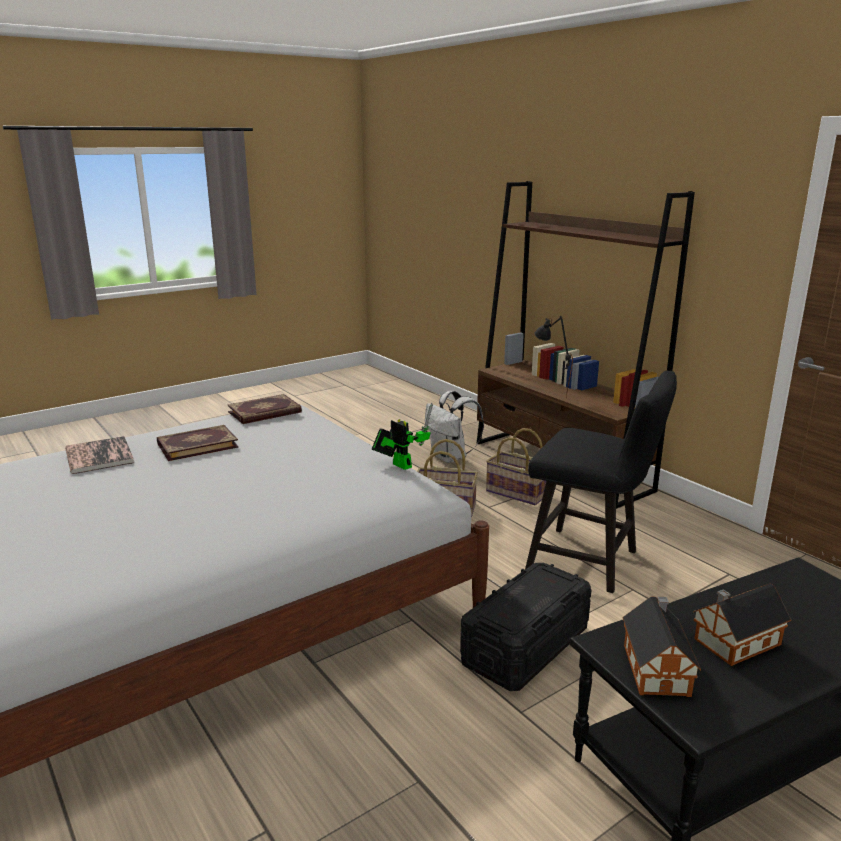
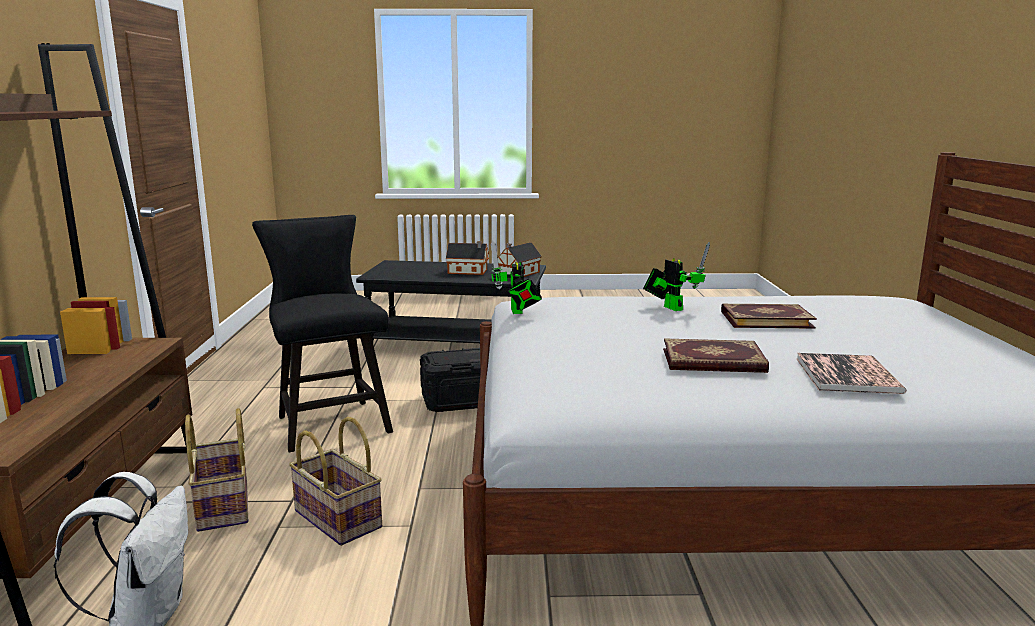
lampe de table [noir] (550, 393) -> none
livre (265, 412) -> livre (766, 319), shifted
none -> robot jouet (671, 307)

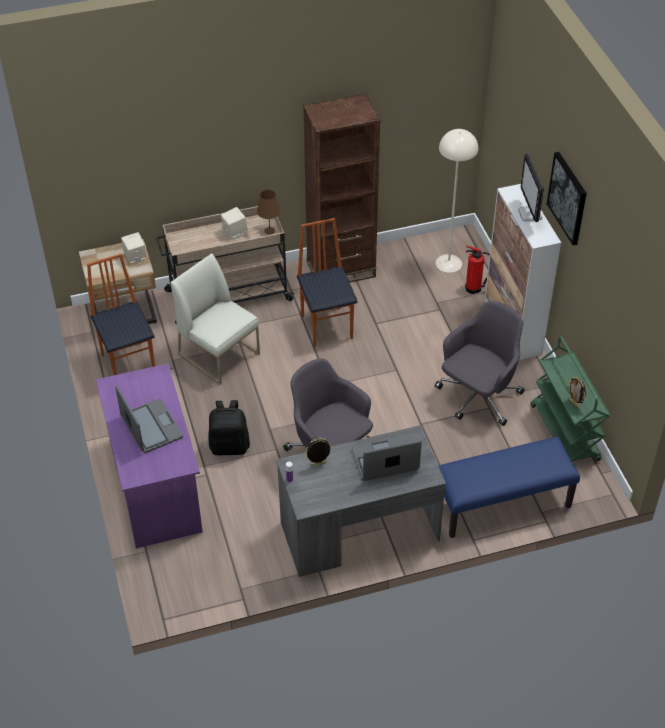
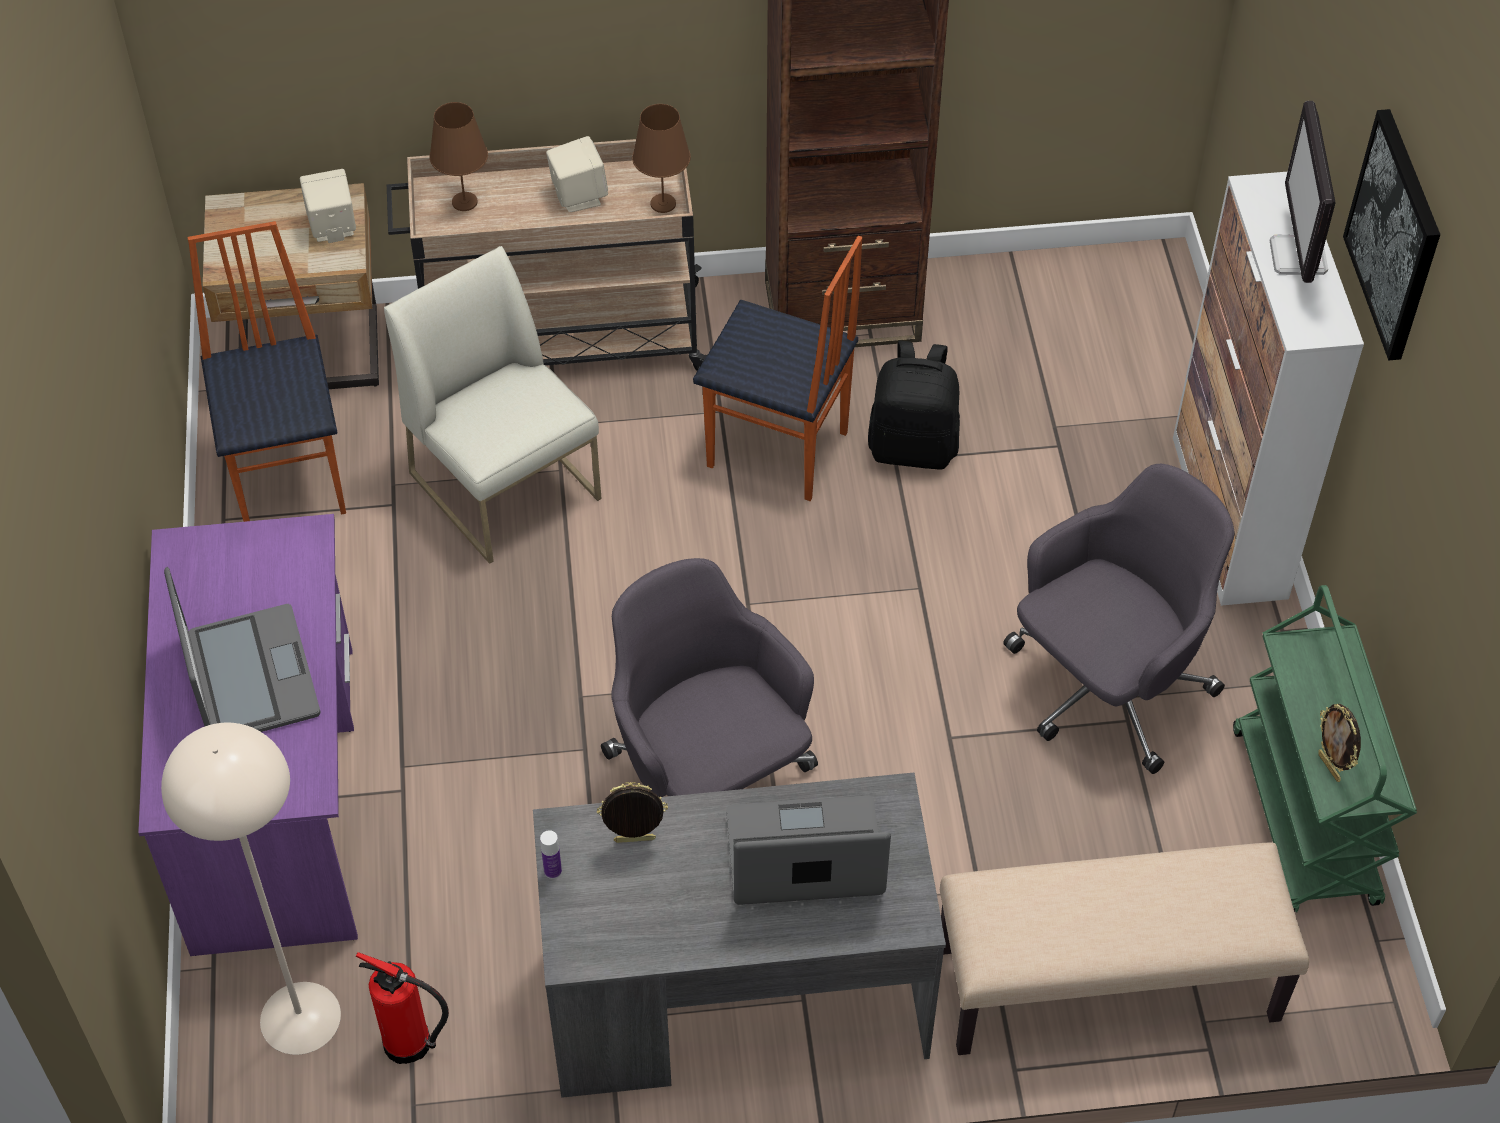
lampadaire [beige] (449, 263) -> lampadaire [beige] (301, 1017), shifted
chaise (327, 326) -> chaise (778, 451), 120 degrees clockwise
extincteur (475, 289) -> extincteur (411, 1045), shifted
sac à dos [noir] (230, 446) -> sac à dos [noir] (913, 447), shifted
banc [bleu] (502, 505) -> banc [beige] (1106, 985)
none -> lampe de table [marron] (464, 201)

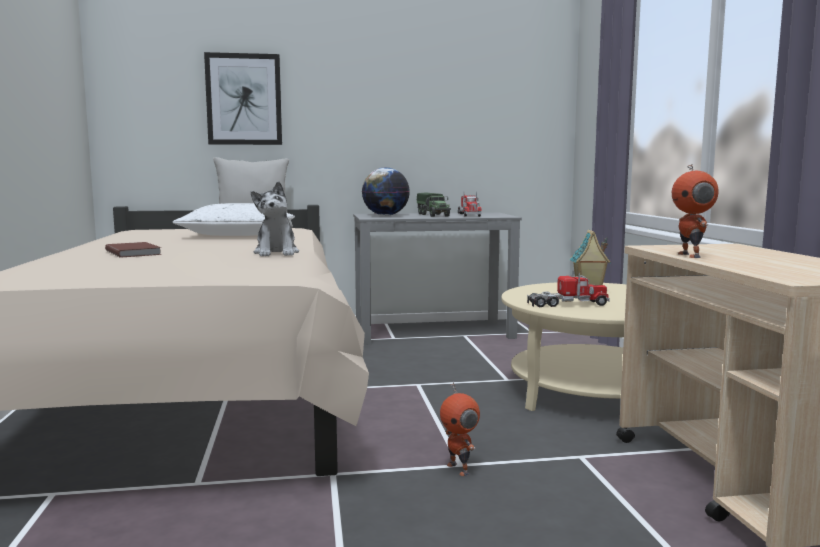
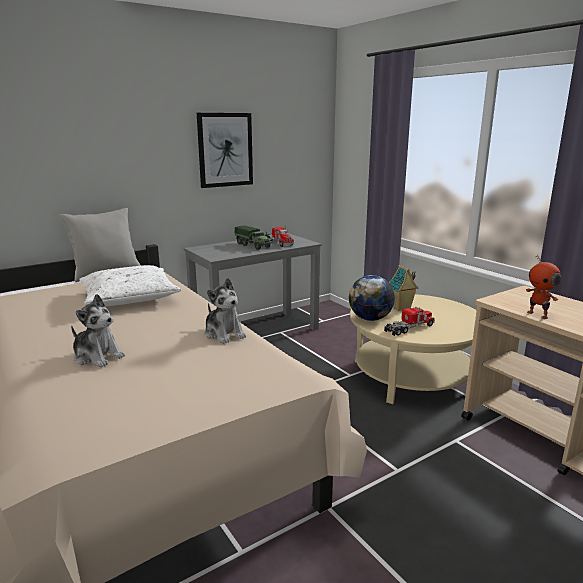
tableau (244, 99) -> tableau (225, 150), shifted
globe (385, 215) -> globe (370, 319), shifted
livre [marron] (134, 252) -> peluche (97, 356)
robot jouet (459, 469) -> none

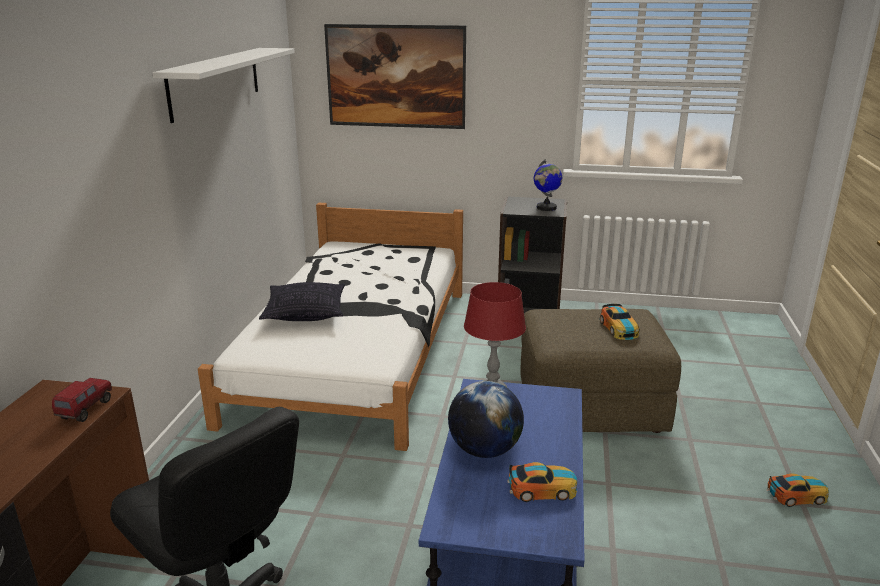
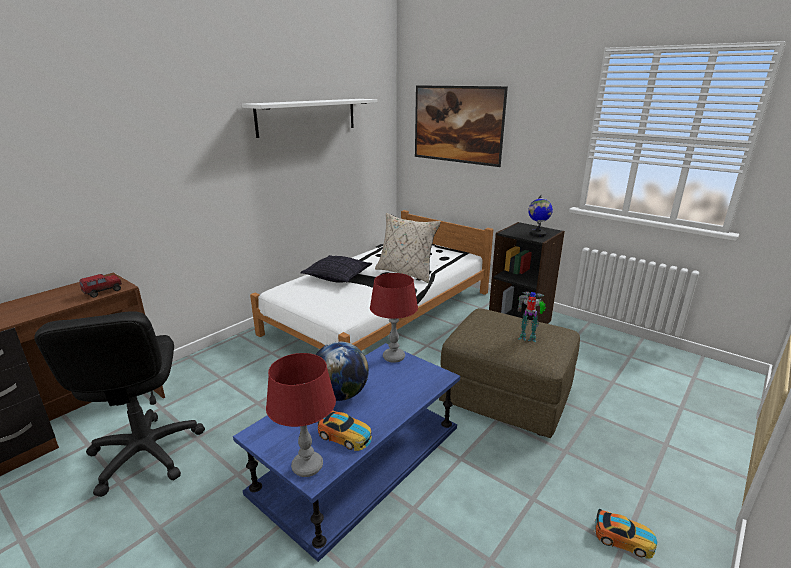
petite voiture (619, 328) -> robot jouet (528, 338)
none -> coussin [beige] (406, 273)
none -> lampe de table [rouge] (307, 466)

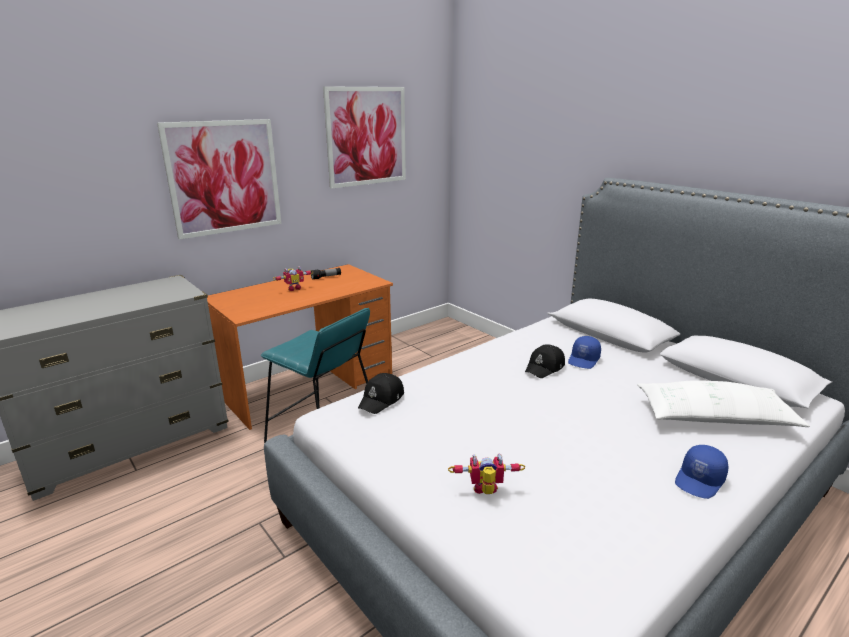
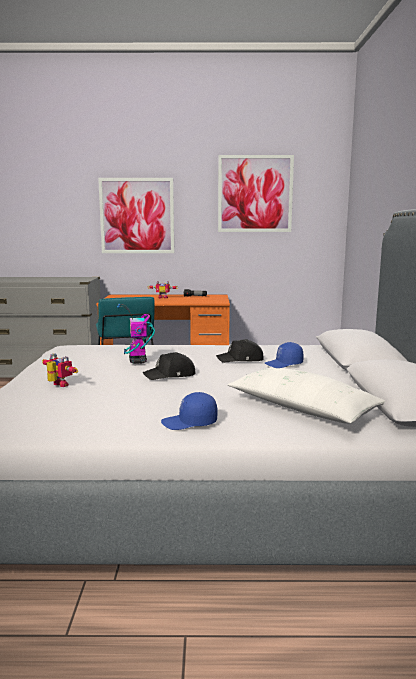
casquette [noir] (382, 399) -> casquette [noir] (170, 375), shifted
none -> robot jouet (138, 361)

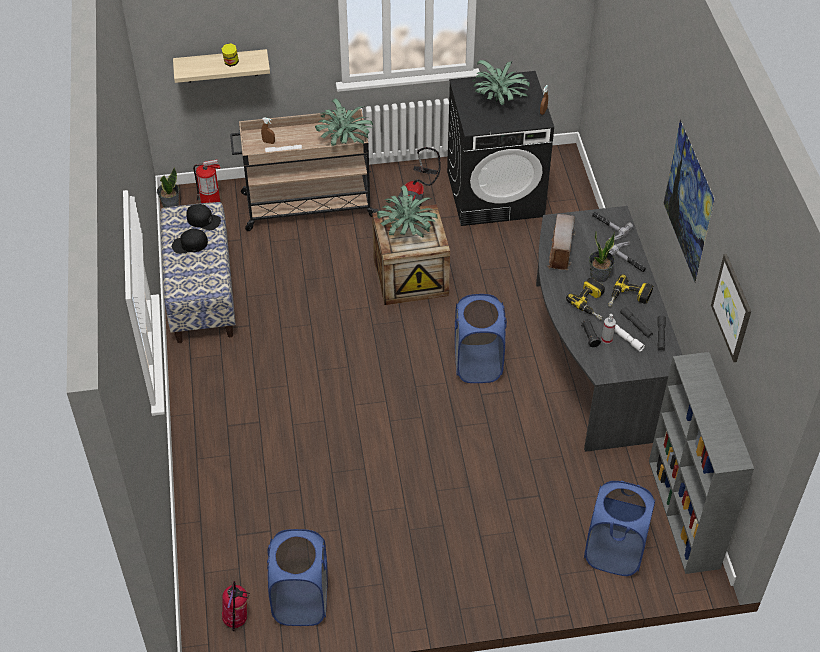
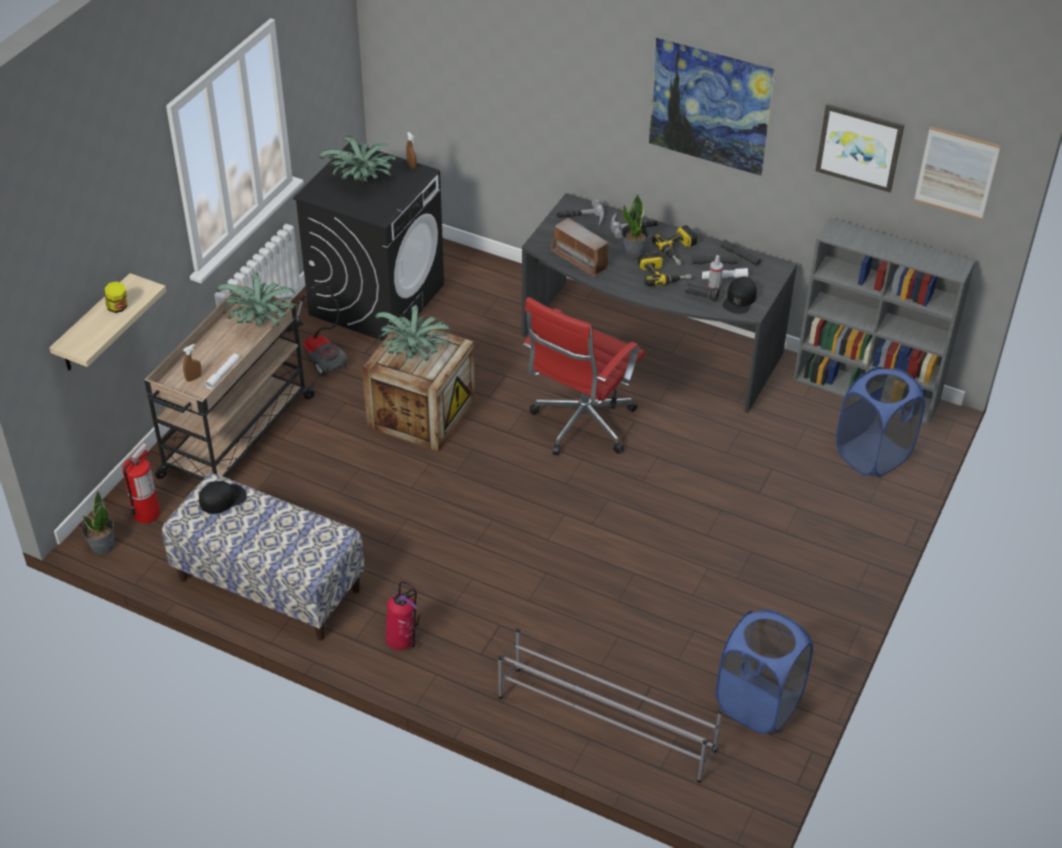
casquette [noir] (189, 244) -> casquette [noir] (740, 299), shifted
panier à linge [bleu] (477, 364) -> chaise de bureau [rouge] (580, 426)
extincteur (237, 621) -> extincteur (403, 642), shifted
none -> tableau (956, 173)
none -> étagère à chaussures [gris] (605, 722)

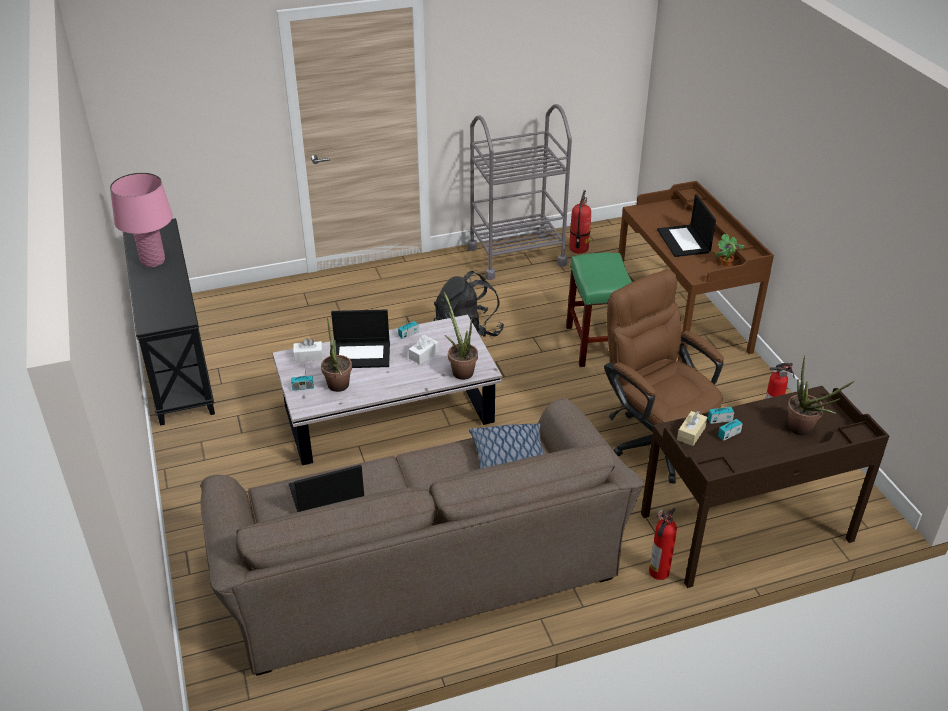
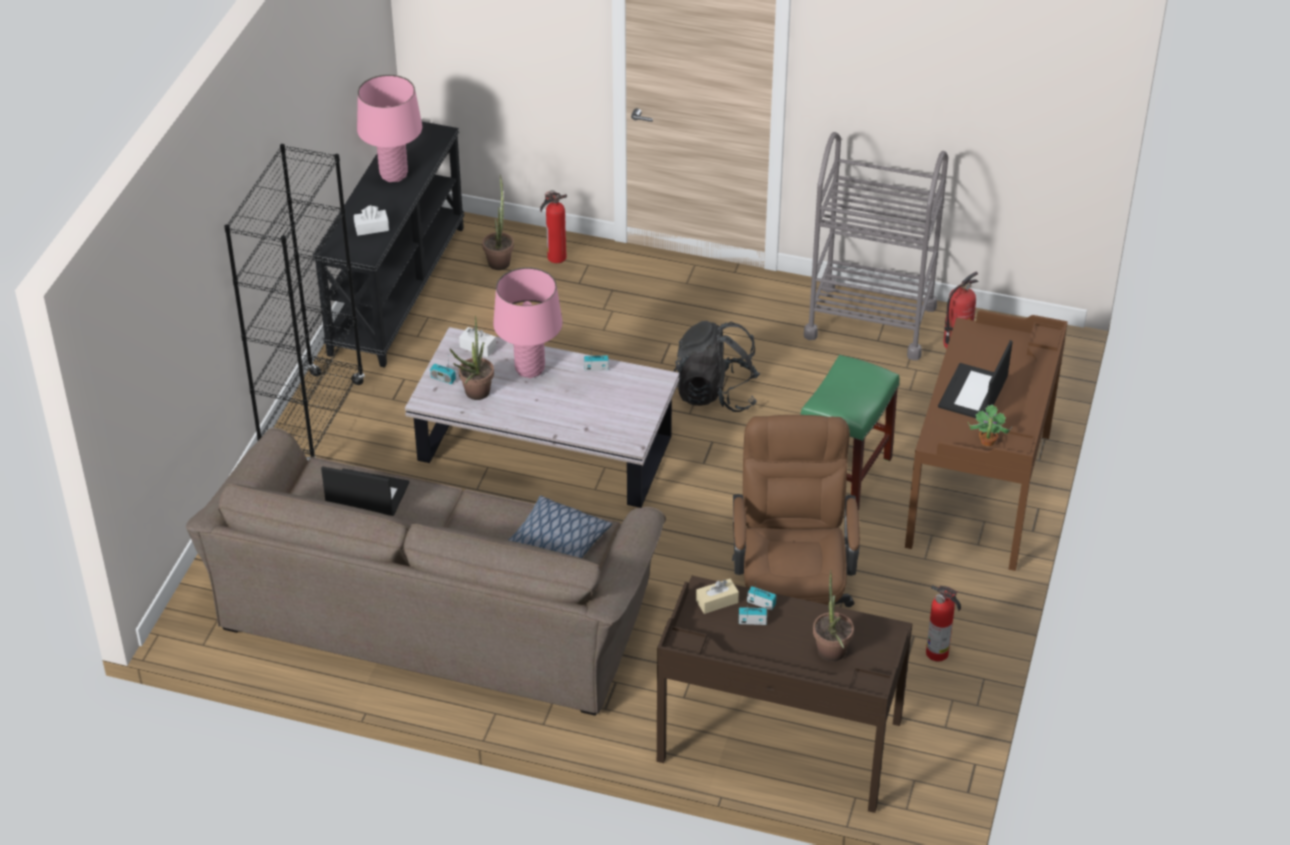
plante en pot (460, 370) -> plante en pot (499, 260), shifted
ordinateur portable (362, 354) -> lampe de table [rose] (530, 369)
boîte à mouchoirs [blanc] (423, 355) -> boîte à mouchoirs [blanc] (371, 228), shifted
extincteur (658, 573) -> extincteur (555, 257), shifted
none -> bibliothèque [noir] (312, 420)

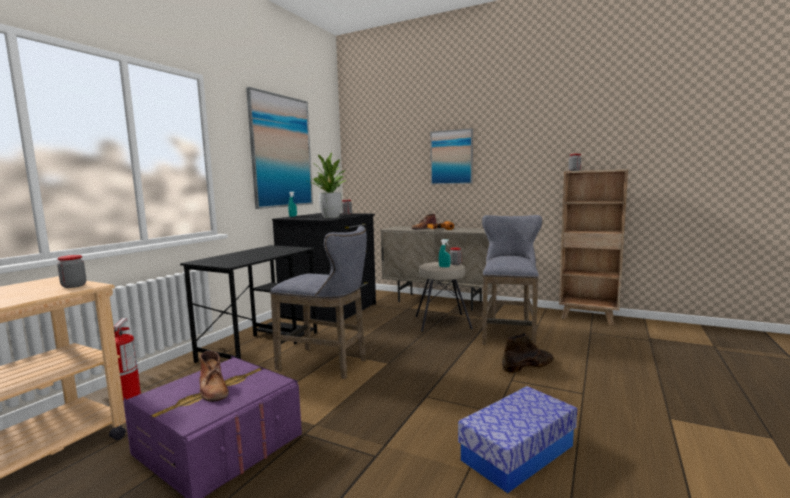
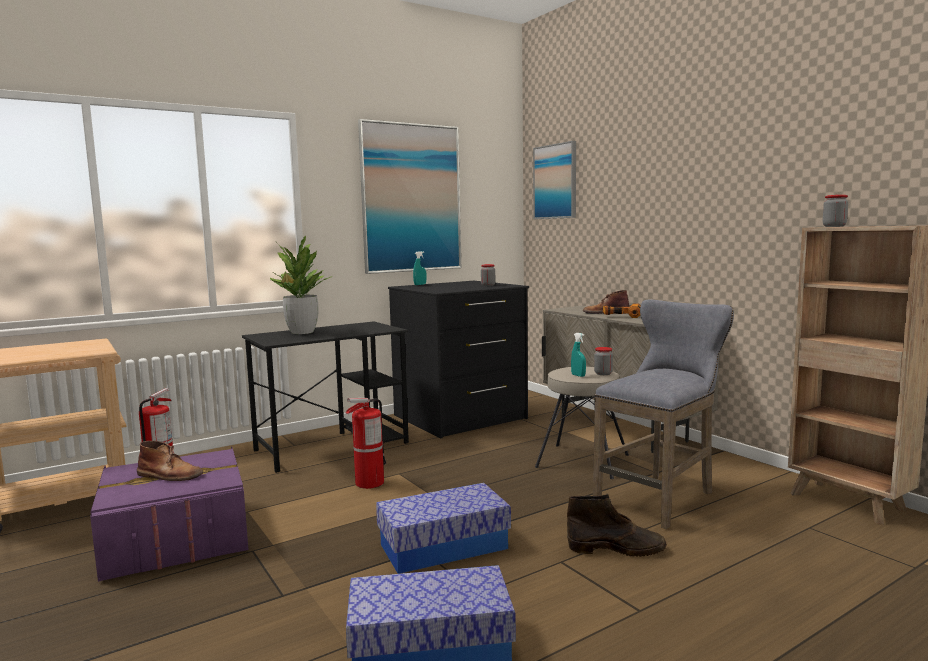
tableau (451, 157) -> tableau (555, 181), shifted
plante en pot (331, 217) -> plante en pot (302, 332), shifted
tabouret [gris] (327, 364) -> extincteur (369, 483)
bocal (74, 286) -> none
botte [marron] (213, 389) -> botte [marron] (170, 475), 75 degrees counterclockwise
none -> boîte de rangement (443, 547)

